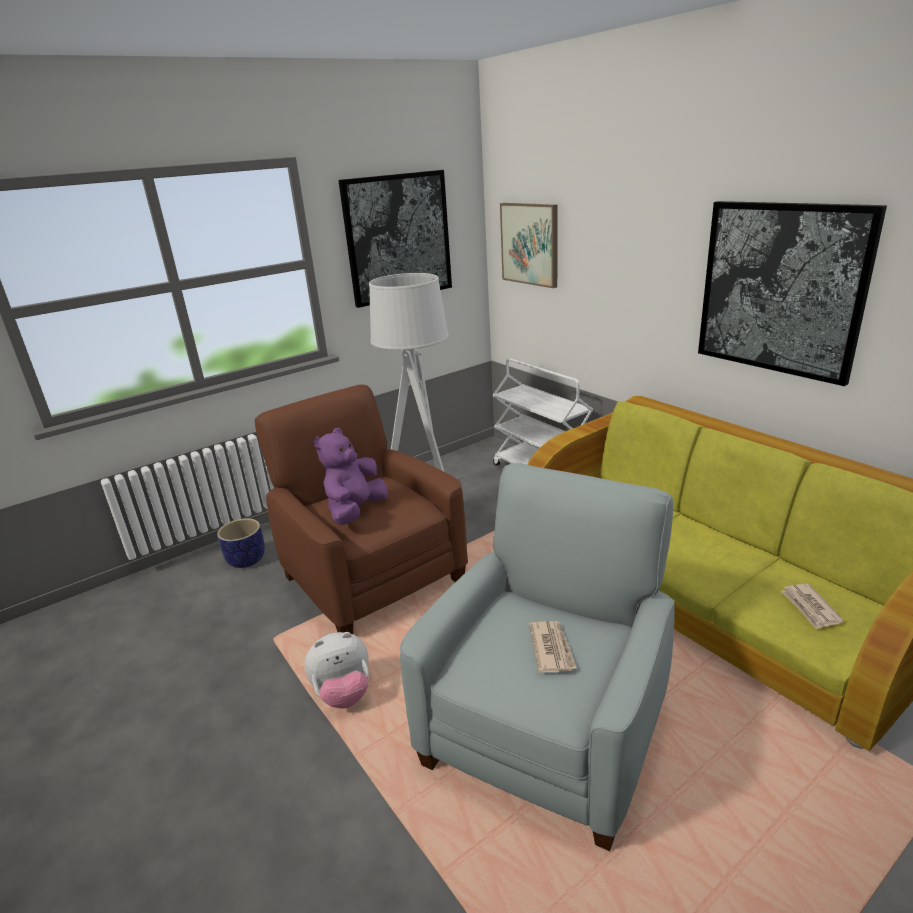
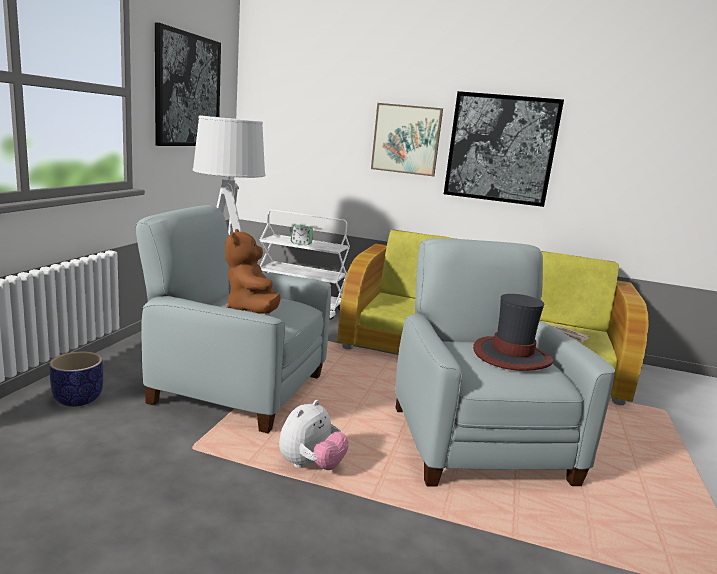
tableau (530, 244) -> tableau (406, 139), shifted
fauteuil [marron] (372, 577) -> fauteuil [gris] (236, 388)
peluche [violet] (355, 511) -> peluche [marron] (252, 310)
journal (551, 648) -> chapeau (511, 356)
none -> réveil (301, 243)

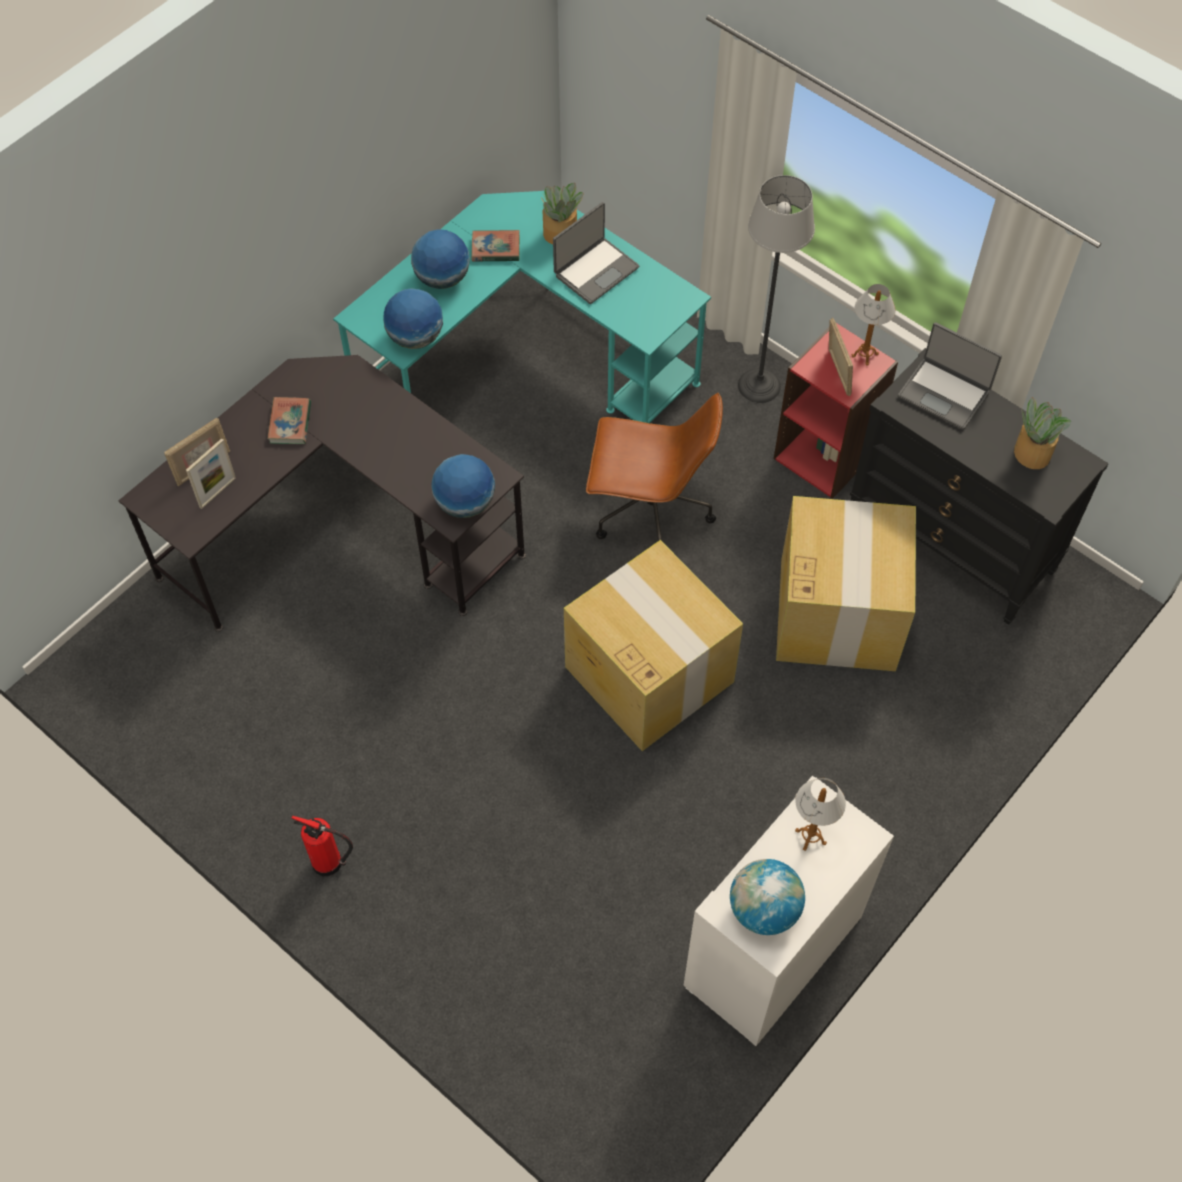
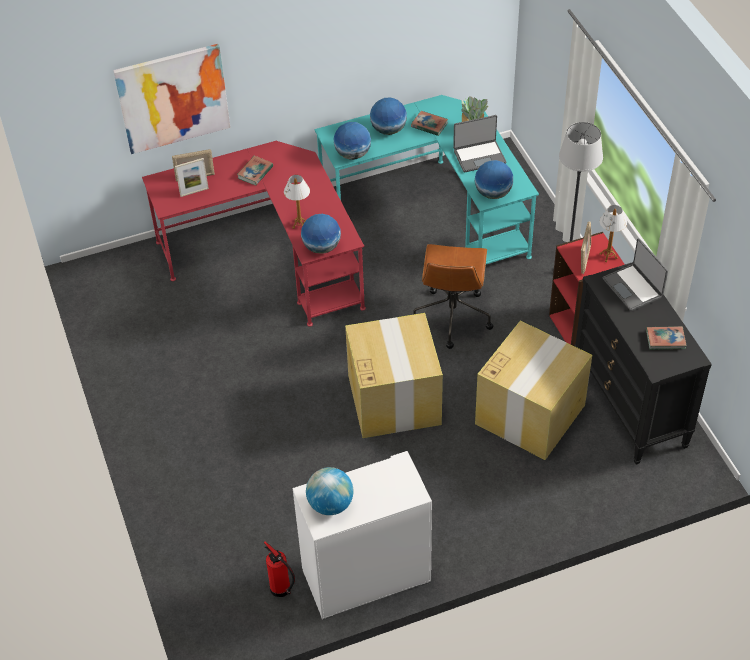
bureau [noir] (341, 531) -> bureau [rouge] (270, 256)
chaise de bureau [marron] (649, 514) -> chaise de bureau [marron] (452, 316), 60 degrees clockwise
plante en pot (1031, 453) -> livre (665, 339)
lampe de table (810, 837) -> lampe de table (300, 225), shifted
extincteur (330, 863) -> extincteur (281, 590), shifted
none -> tableau (173, 98)
none -> globe (493, 193)

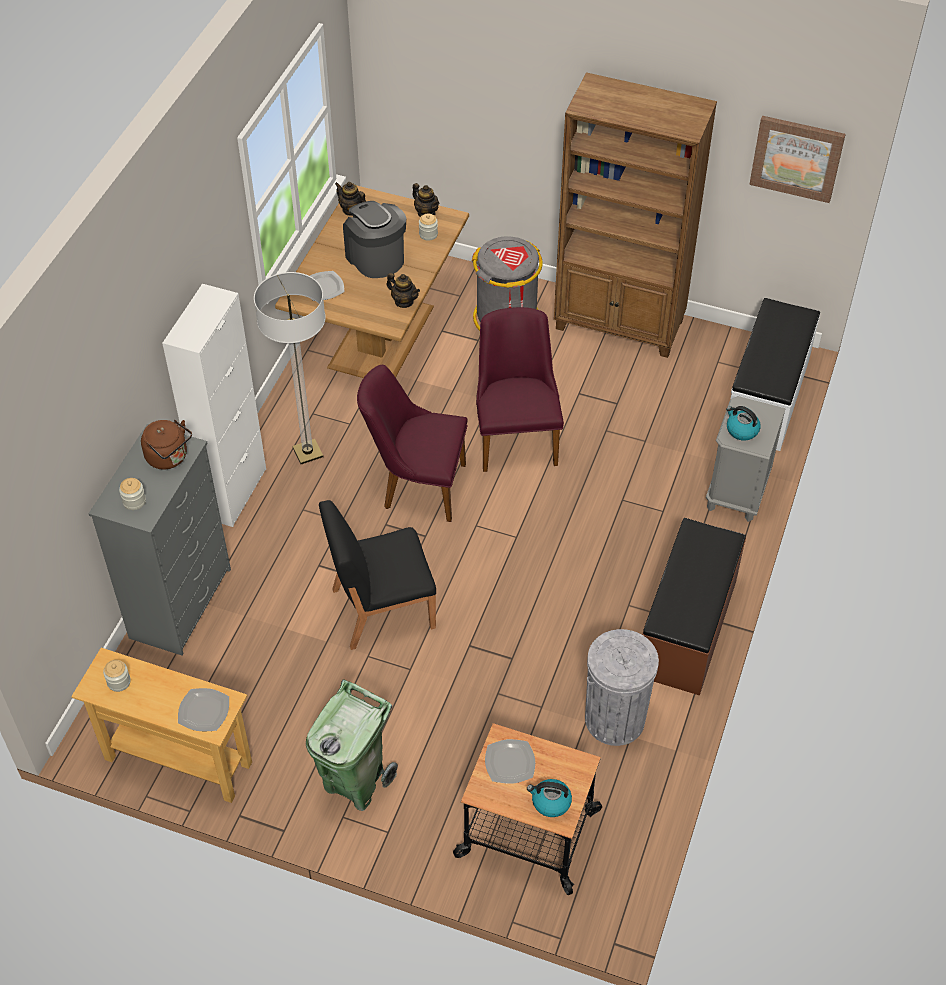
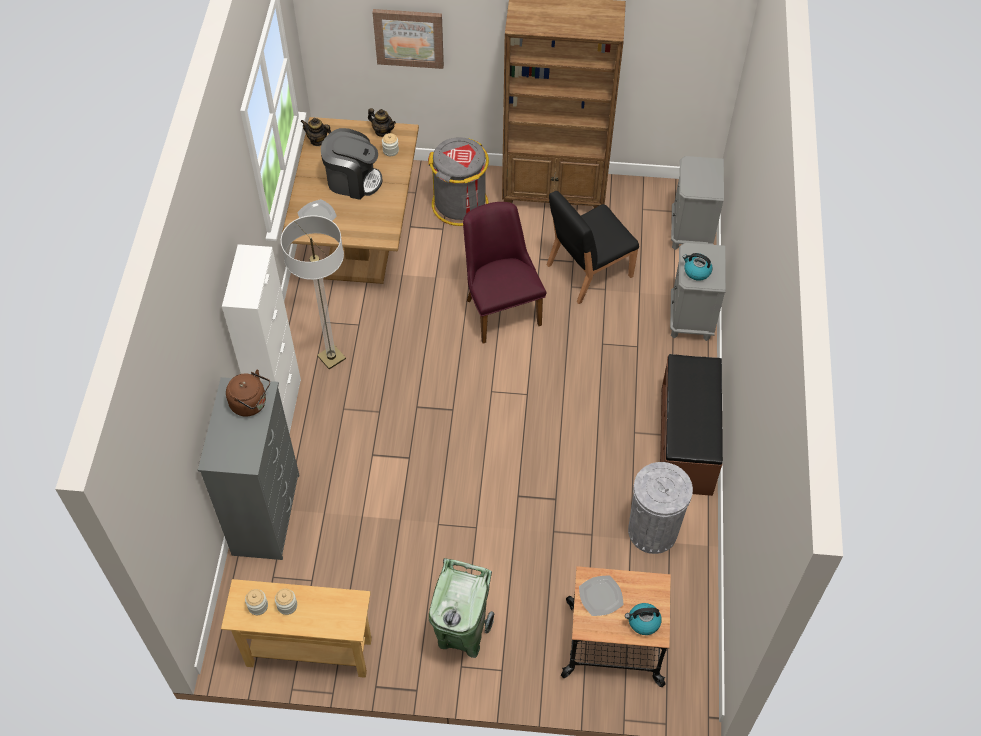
tableau (796, 158) -> tableau (409, 37), shifted
machine à café (375, 258) -> machine à café (353, 180), 150 degrees clockwise
théière (404, 301) -> none
banc [blanc] (768, 398) -> table de chevet [gris] (691, 232)
chaise [violet] (416, 485) -> none
bocal (134, 501) -> bocal (287, 605), shifted
chaise [noir] (381, 608) -> chaise [noir] (588, 270), shifted
assiette (204, 711) -> none

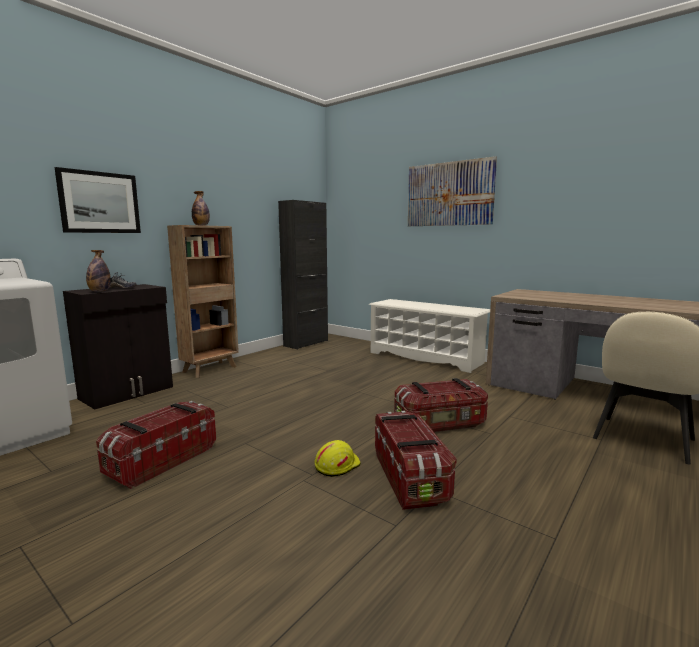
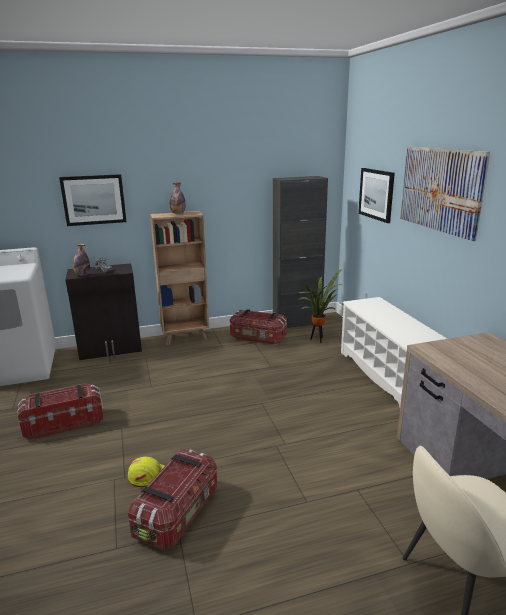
boîte de rangement (440, 424) -> boîte de rangement (258, 338), shifted
none -> tableau (376, 194)
none -> plante en pot (318, 339)

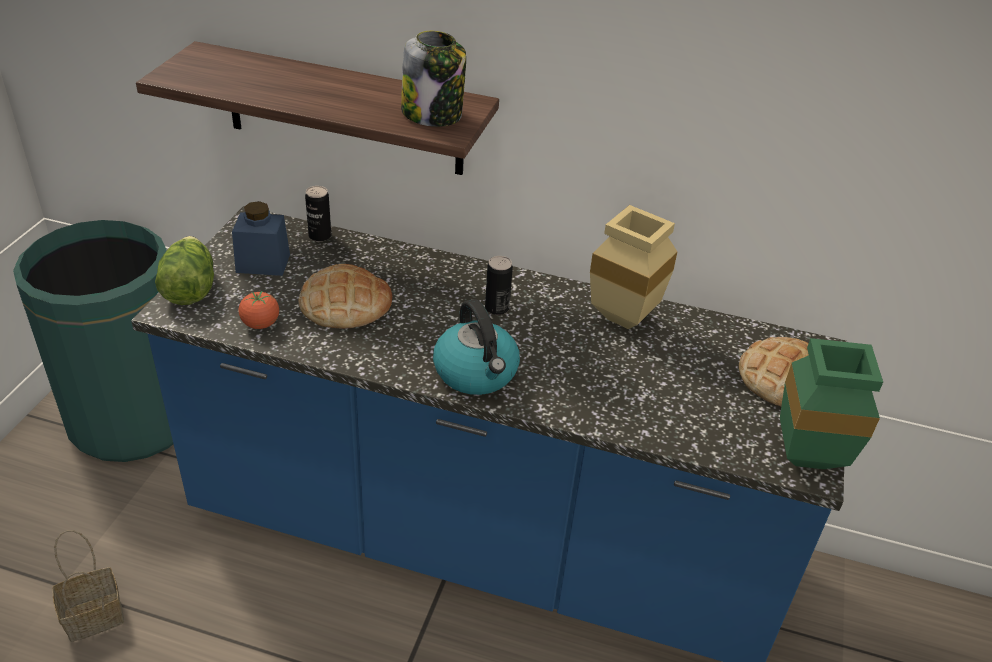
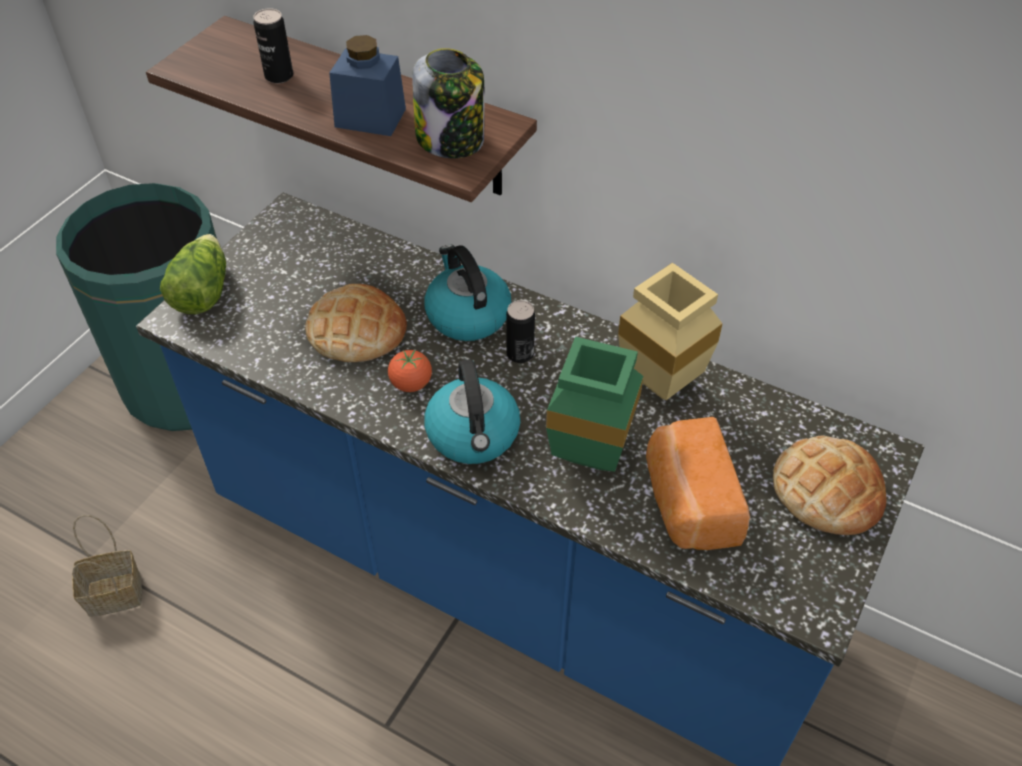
boîte métallique (320, 236) -> boîte métallique (279, 76), shifted
bocal [bleu] (263, 263) -> bocal [bleu] (370, 118), shifted
tomate (260, 324) -> tomate (411, 384), shifted
vase [vert] (803, 460) -> vase [vert] (584, 457), shifted
none -> bouilloire (467, 315)
none -> pain (687, 503)

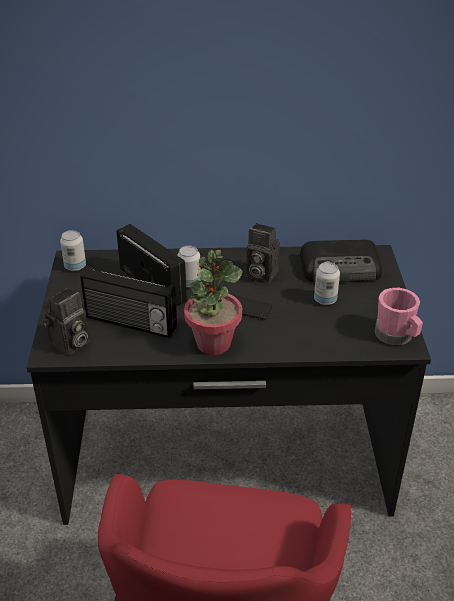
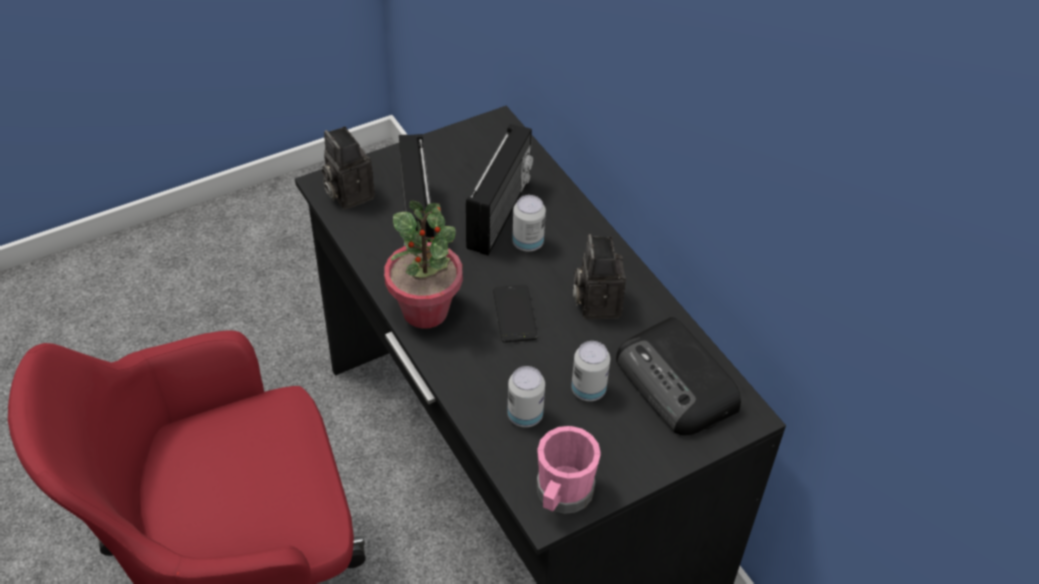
boîte métallique (75, 266) -> boîte métallique (525, 415), shifted
appareil photo (69, 345) -> appareil photo (347, 193), 45 degrees clockwise

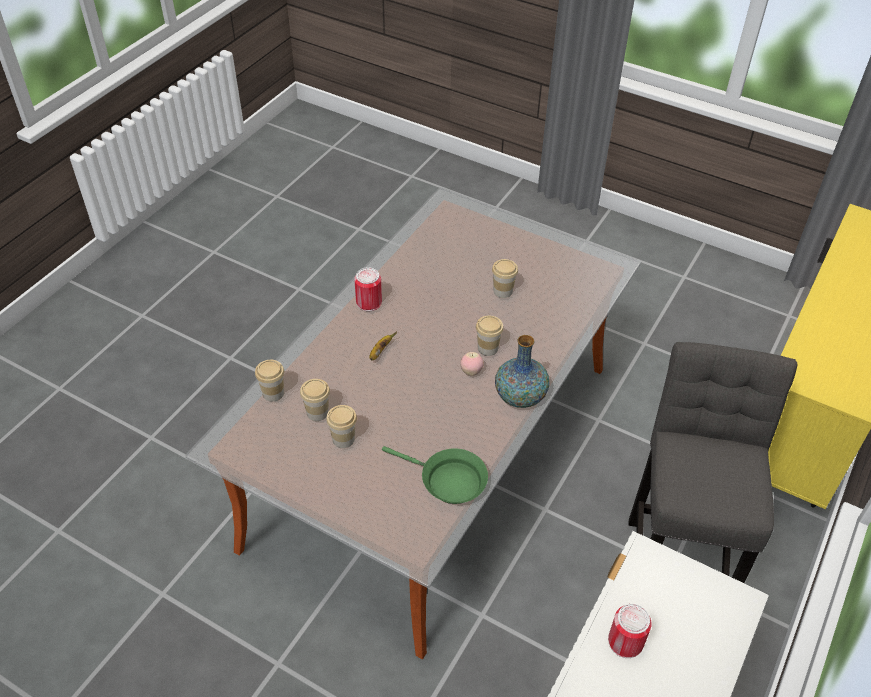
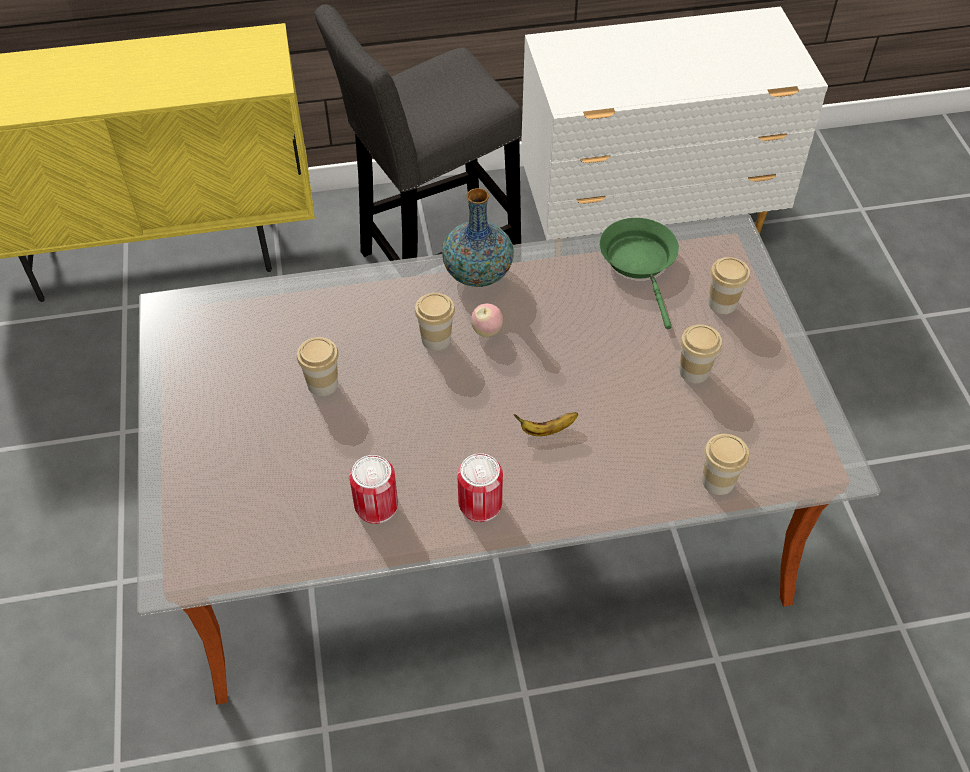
tasse (317, 412) -> tasse (722, 303), shifted
boîte métallique (625, 642) -> boîte métallique (376, 505), shifted

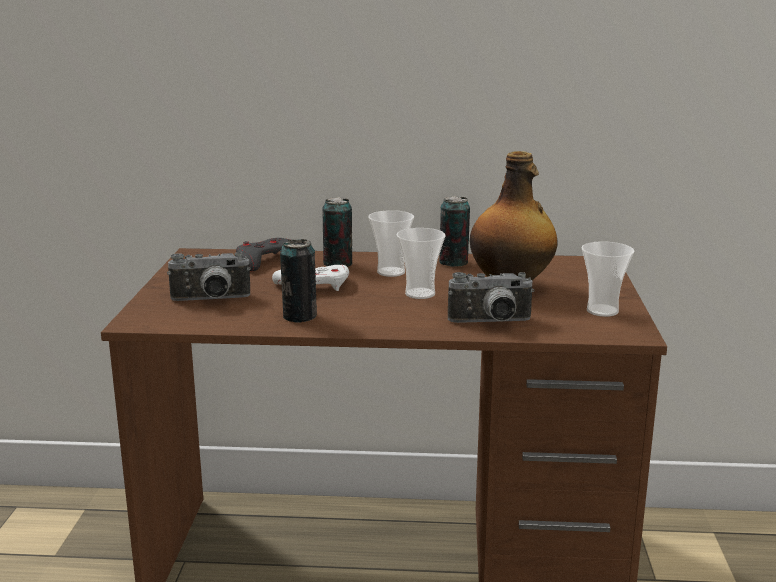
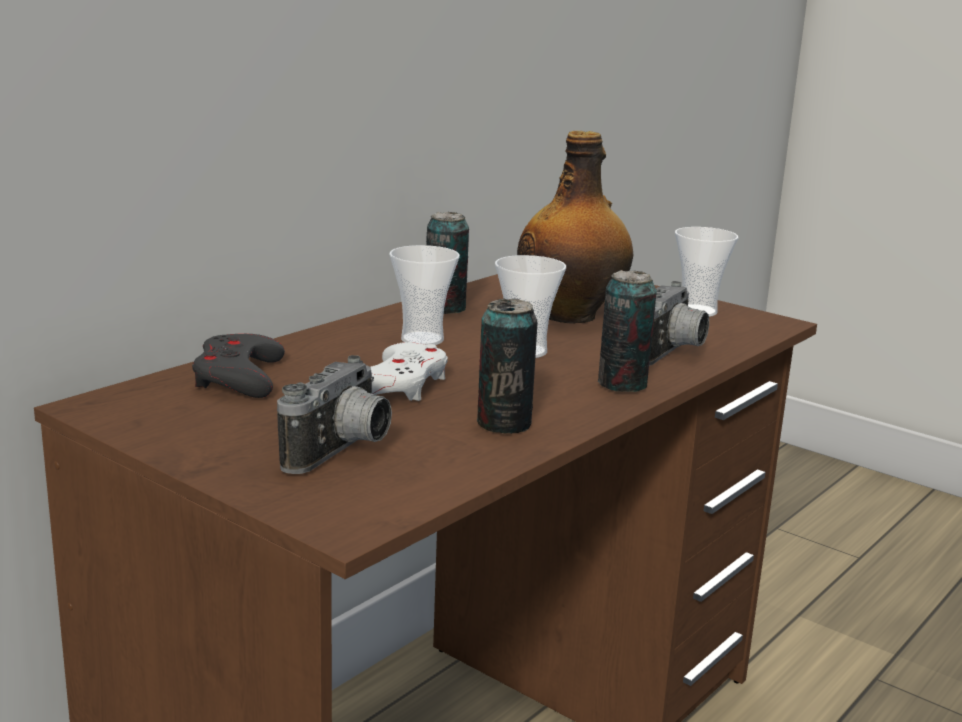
boîte métallique (338, 264) -> boîte métallique (622, 384), shifted

